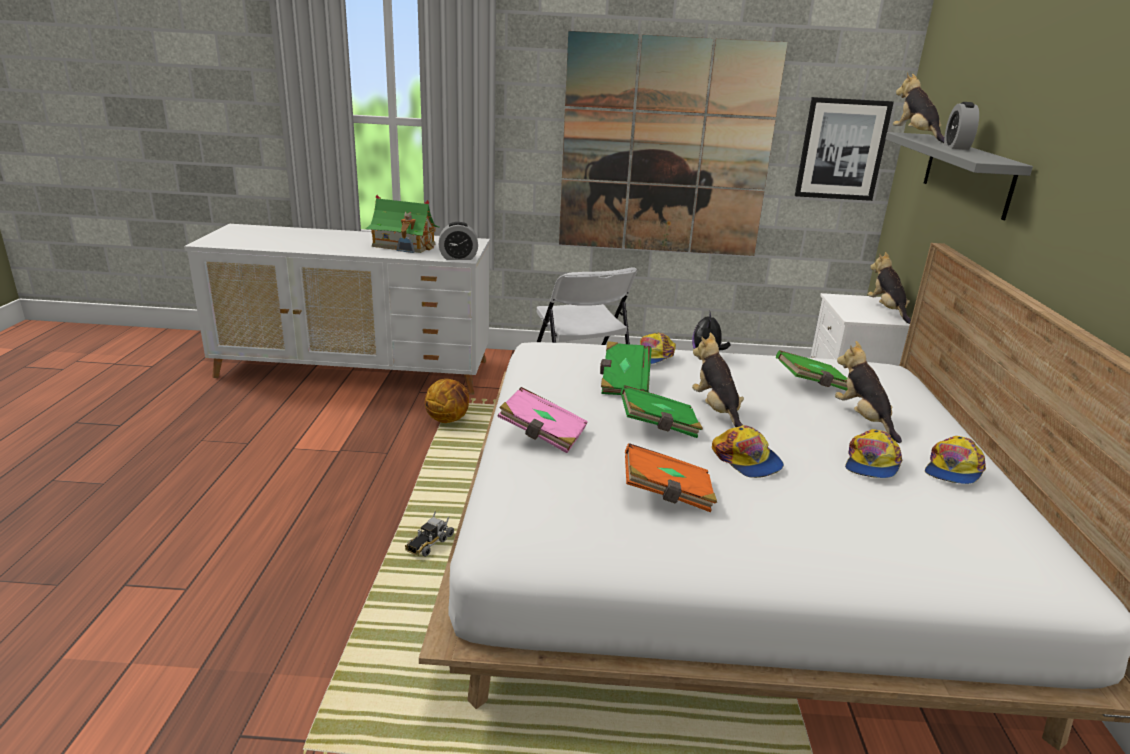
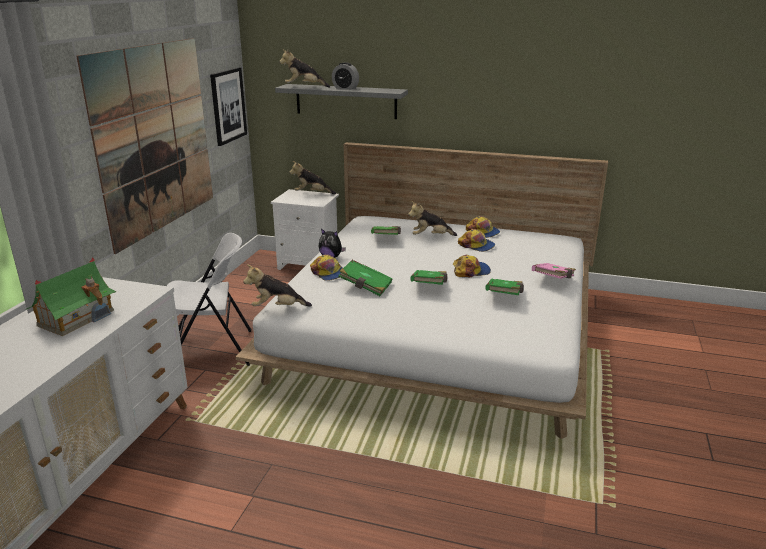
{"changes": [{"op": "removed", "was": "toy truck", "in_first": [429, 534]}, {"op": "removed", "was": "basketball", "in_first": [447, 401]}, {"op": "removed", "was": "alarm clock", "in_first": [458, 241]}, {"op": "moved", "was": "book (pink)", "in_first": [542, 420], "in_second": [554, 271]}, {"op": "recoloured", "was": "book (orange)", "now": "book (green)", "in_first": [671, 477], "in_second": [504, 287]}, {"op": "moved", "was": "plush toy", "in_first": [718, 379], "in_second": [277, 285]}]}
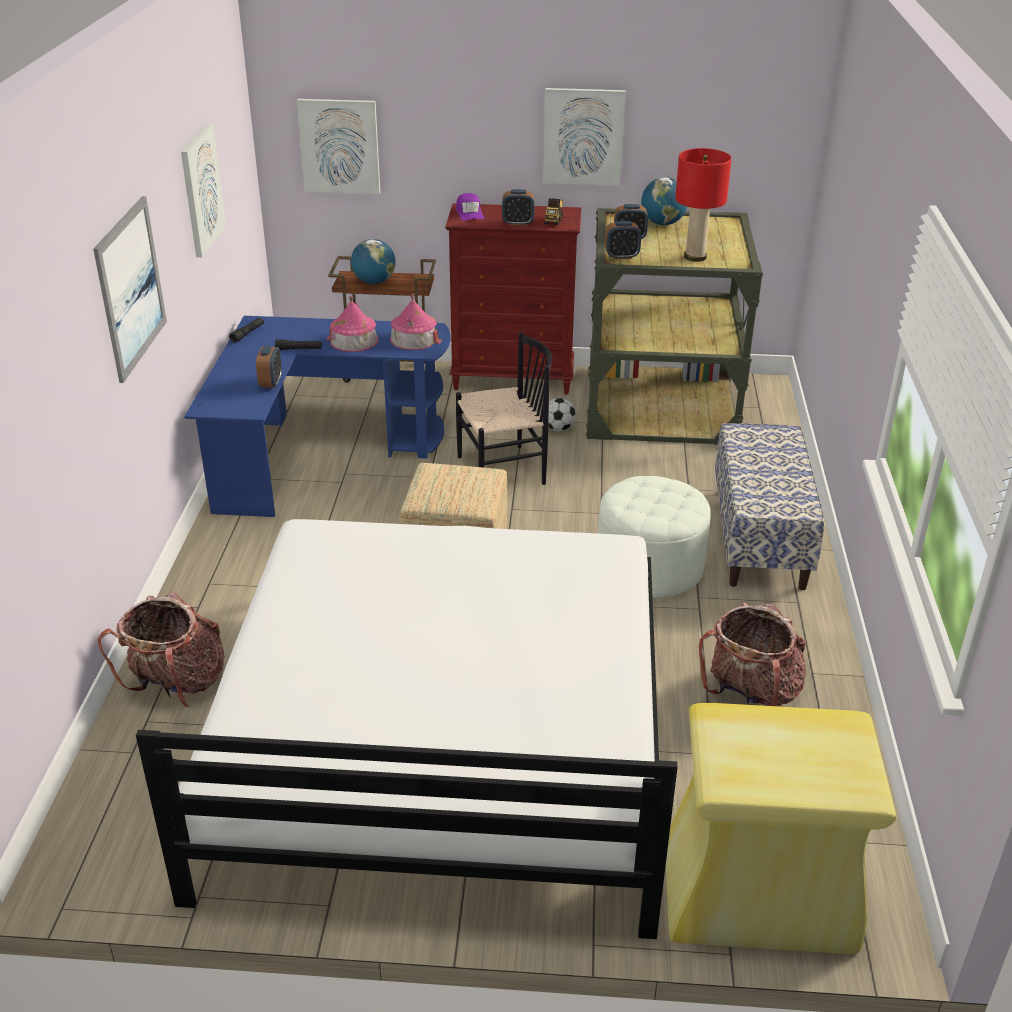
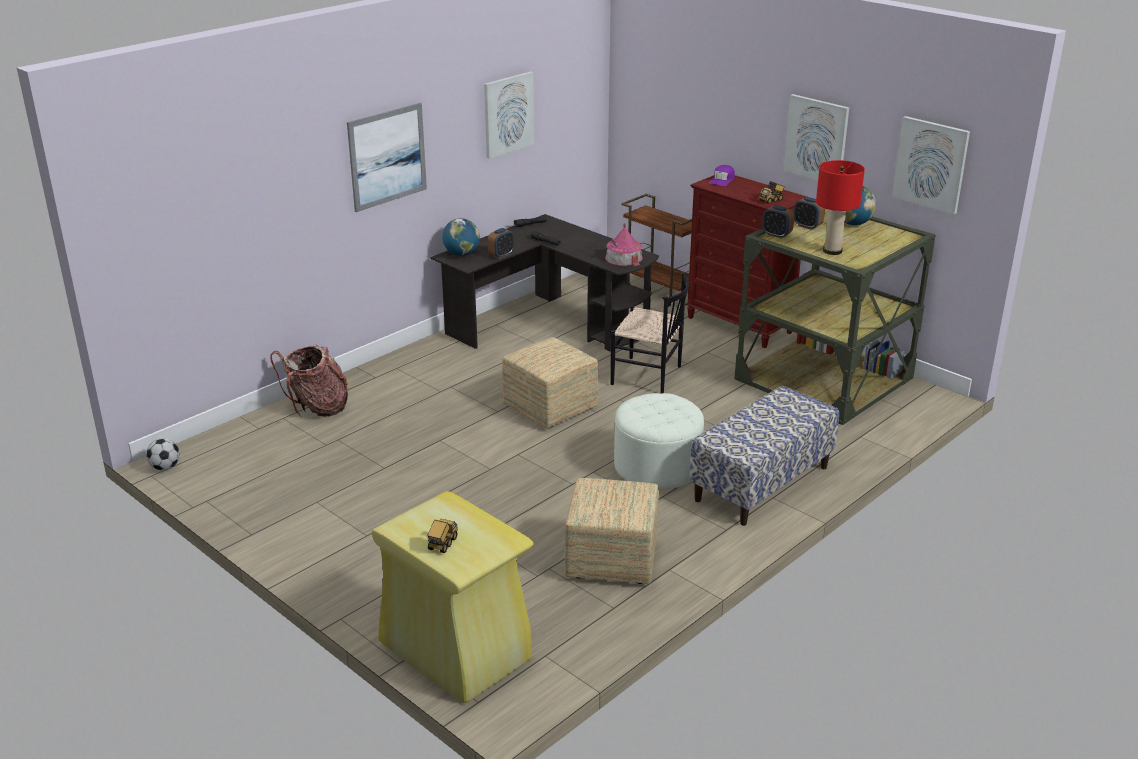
{"changes": [{"op": "removed", "was": "bed (white)", "in_first": [406, 729]}, {"op": "recoloured", "was": "desk (blue)", "now": "desk (black)", "in_first": [317, 416], "in_second": [544, 282]}, {"op": "moved", "was": "picture", "in_first": [338, 146], "in_second": [931, 165]}, {"op": "removed", "was": "toy house", "in_first": [352, 324]}, {"op": "moved", "was": "globe", "in_first": [373, 261], "in_second": [461, 237]}, {"op": "removed", "was": "alarm clock", "in_first": [518, 207]}, {"op": "moved", "was": "football", "in_first": [562, 414], "in_second": [163, 454]}, {"op": "replaced", "was": "backpack", "now": "ottoman", "in_first": [752, 654], "in_second": [612, 531]}, {"op": "added", "now": "toy truck", "in_second": [442, 536]}]}
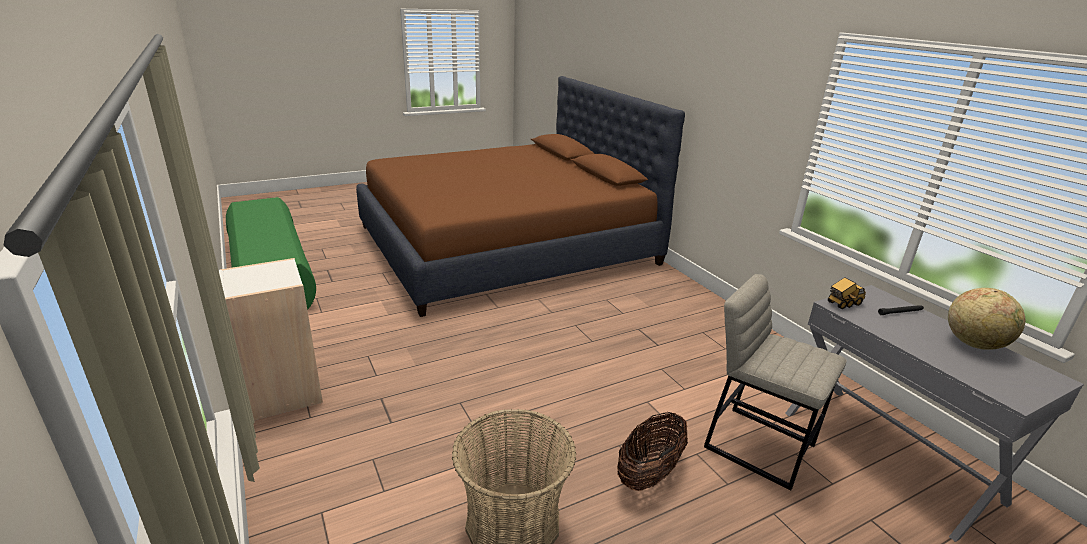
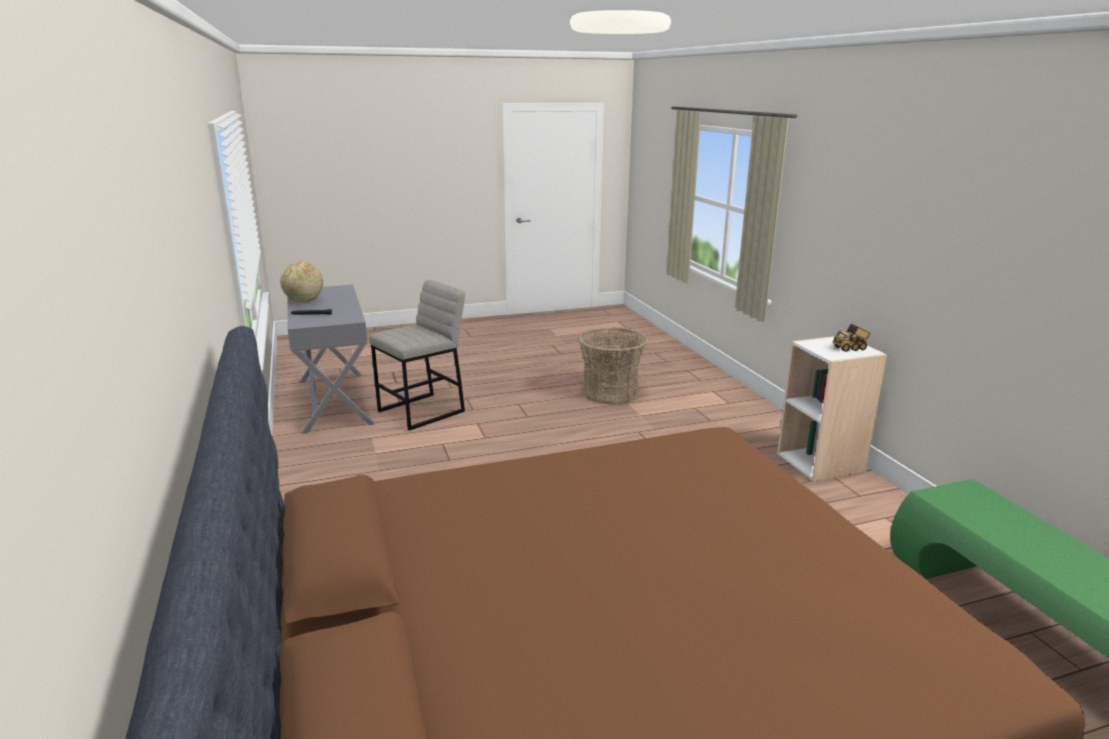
{"changes": [{"op": "removed", "was": "basket", "in_first": [652, 451]}, {"op": "turned", "was": "chair (grey)", "in_first": [775, 382], "in_second": [417, 355], "clockwise": -90}, {"op": "moved", "was": "toy truck", "in_first": [847, 293], "in_second": [852, 338]}]}
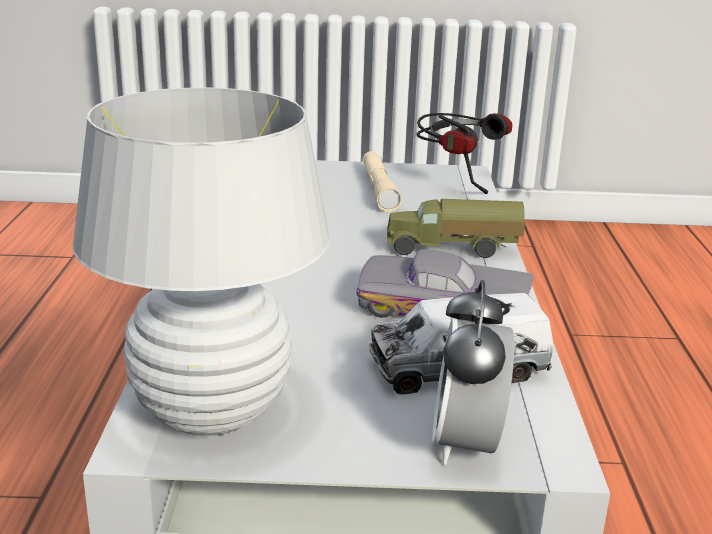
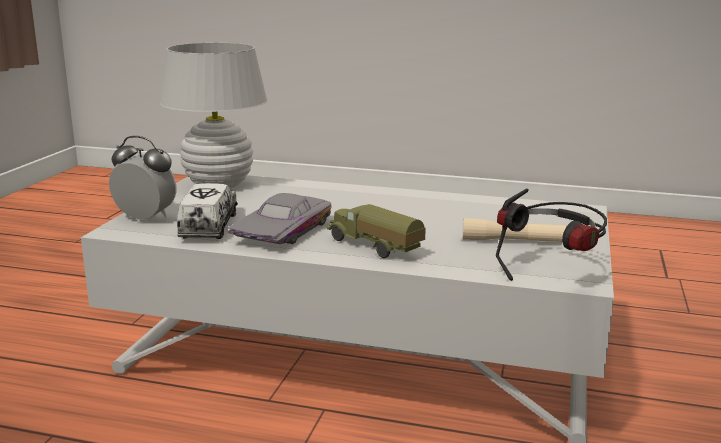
{"changes": [{"op": "turned", "was": "toy truck", "in_first": [456, 228], "in_second": [376, 231], "clockwise": -60}]}
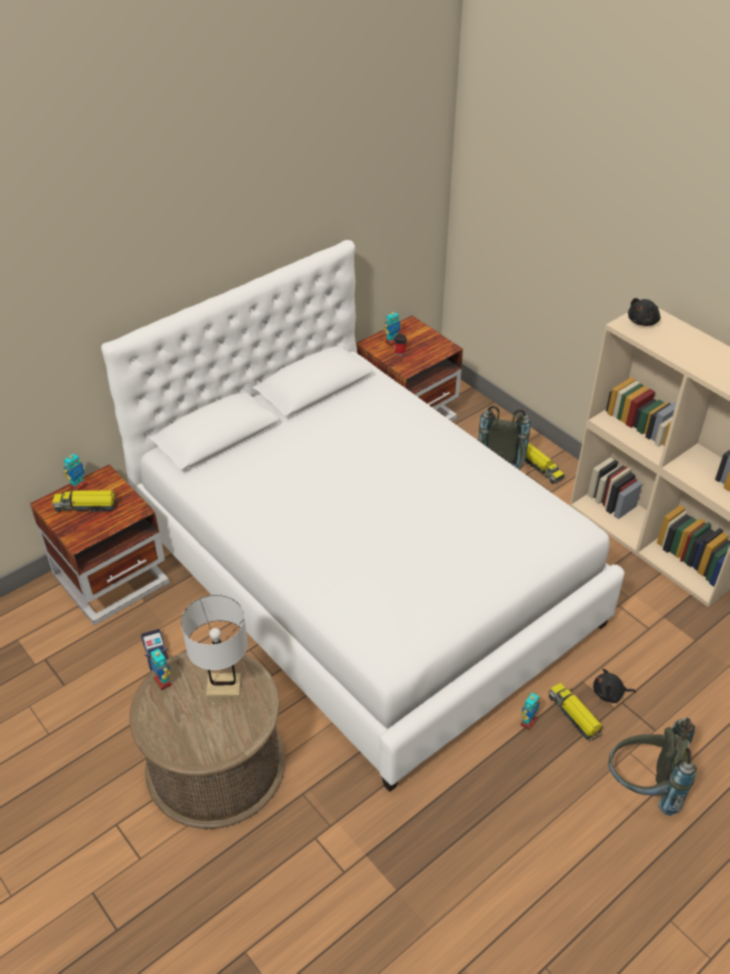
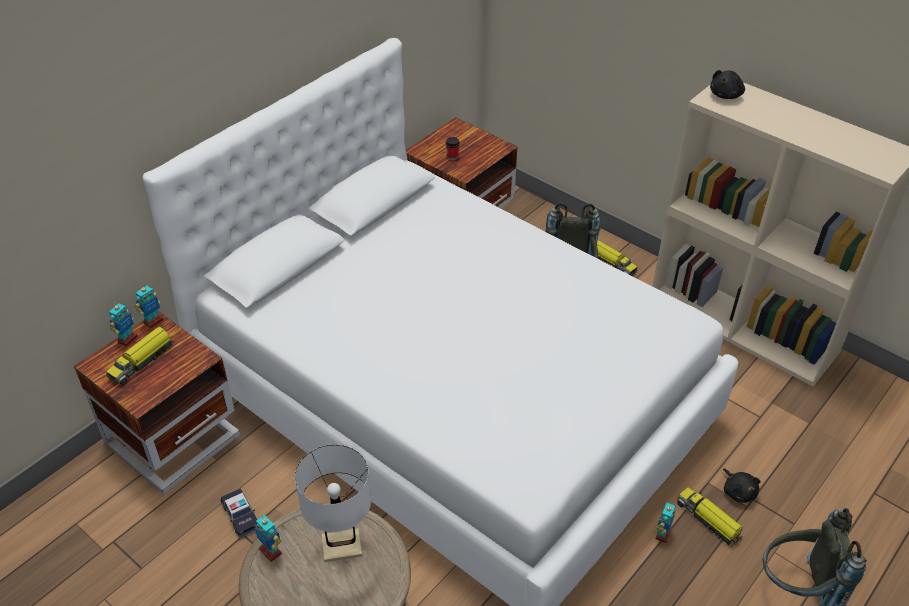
{"changes": [{"op": "turned", "was": "toy truck", "in_first": [85, 501], "in_second": [140, 355], "clockwise": -45}, {"op": "moved", "was": "toy robot", "in_first": [392, 328], "in_second": [149, 306]}, {"op": "turned", "was": "plush toy (black)", "in_first": [614, 685], "in_second": [741, 485], "clockwise": -105}]}
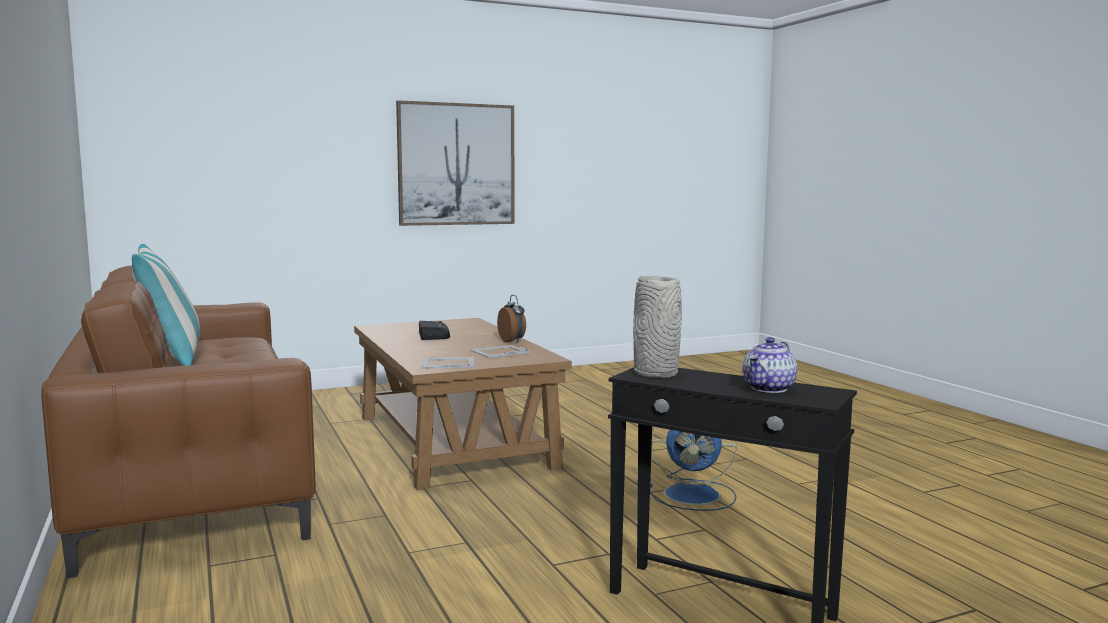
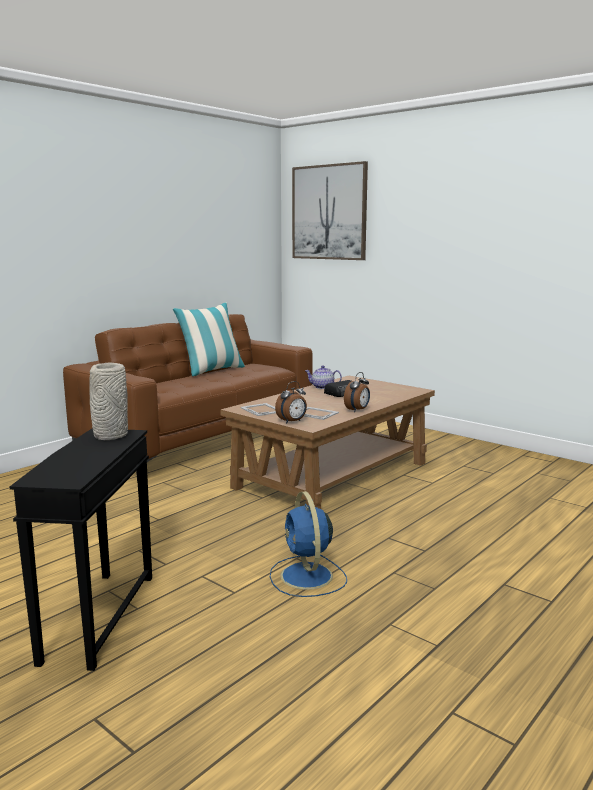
{"changes": [{"op": "moved", "was": "picture", "in_first": [455, 163], "in_second": [330, 210]}, {"op": "moved", "was": "teapot", "in_first": [770, 365], "in_second": [323, 377]}, {"op": "added", "now": "alarm clock", "in_second": [291, 402]}]}
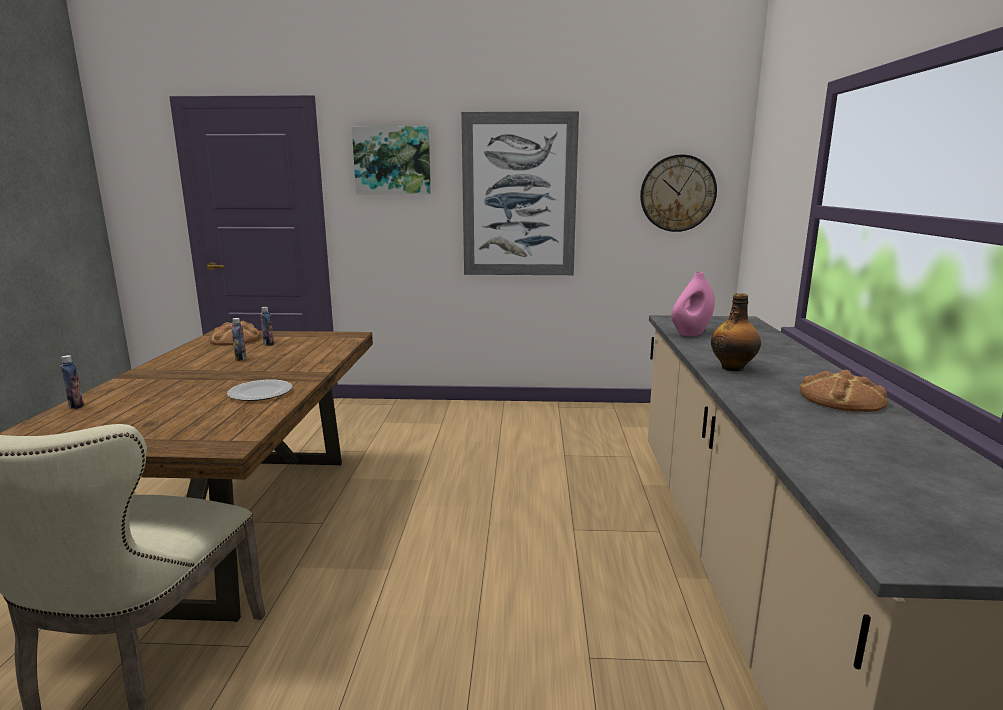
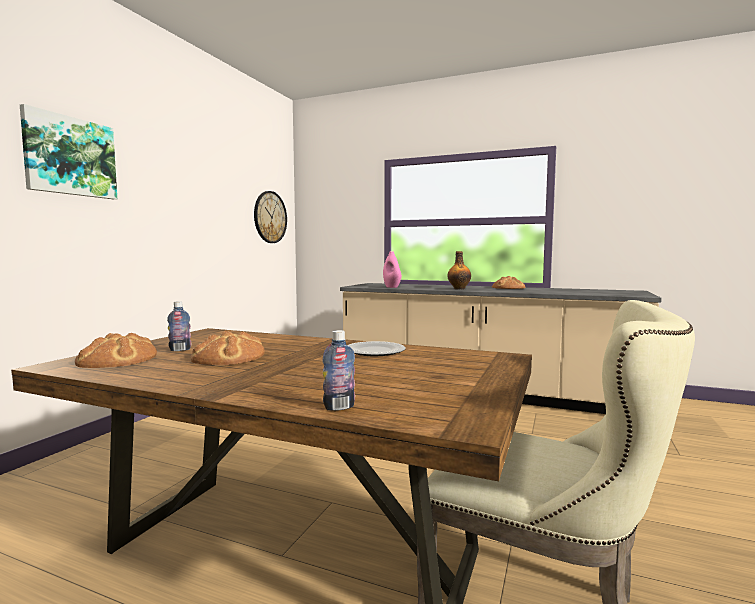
{"changes": [{"op": "replaced", "was": "bottle", "now": "bread", "in_first": [238, 339], "in_second": [228, 348]}, {"op": "removed", "was": "picture", "in_first": [520, 193]}]}
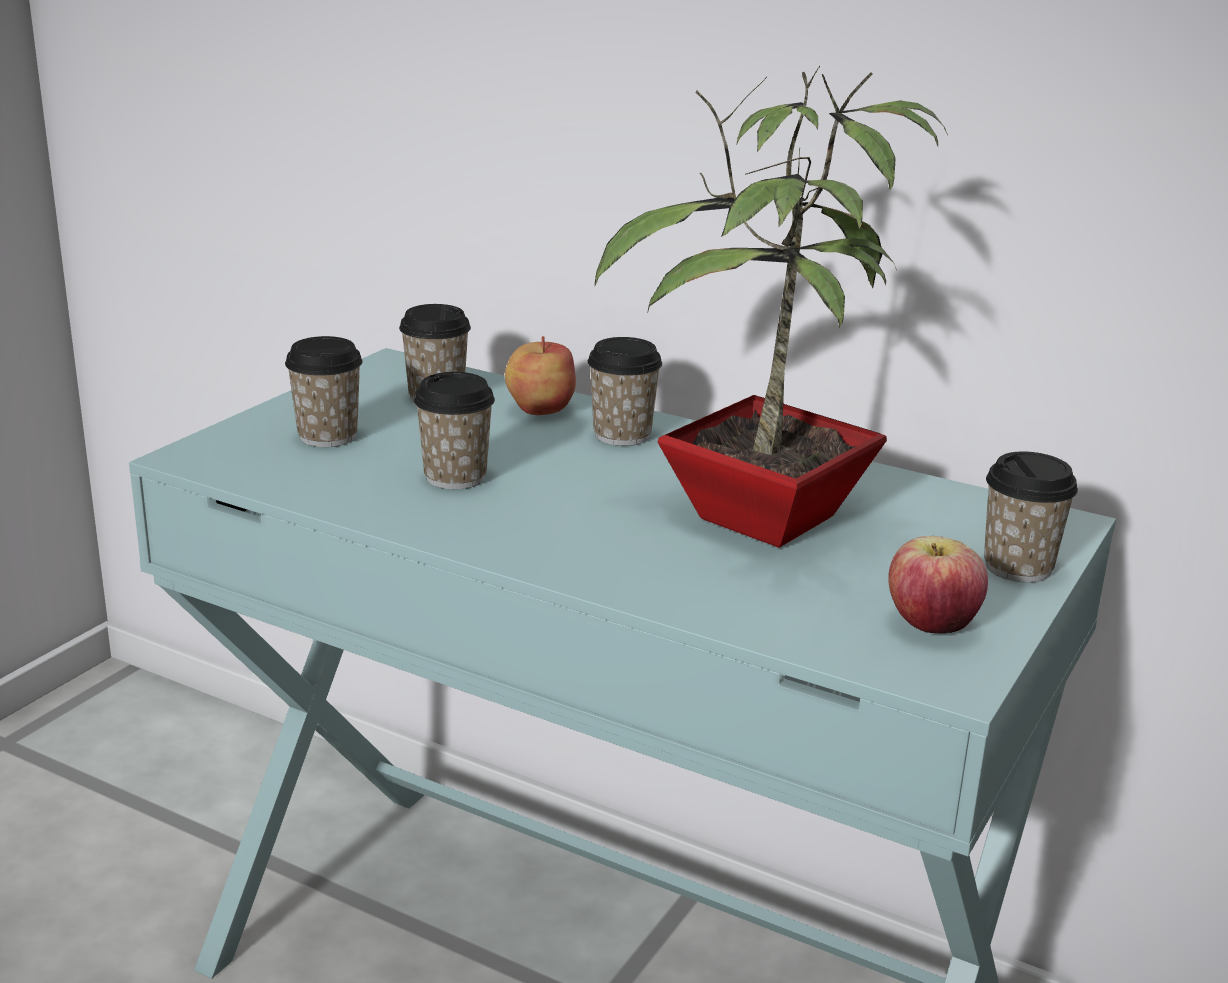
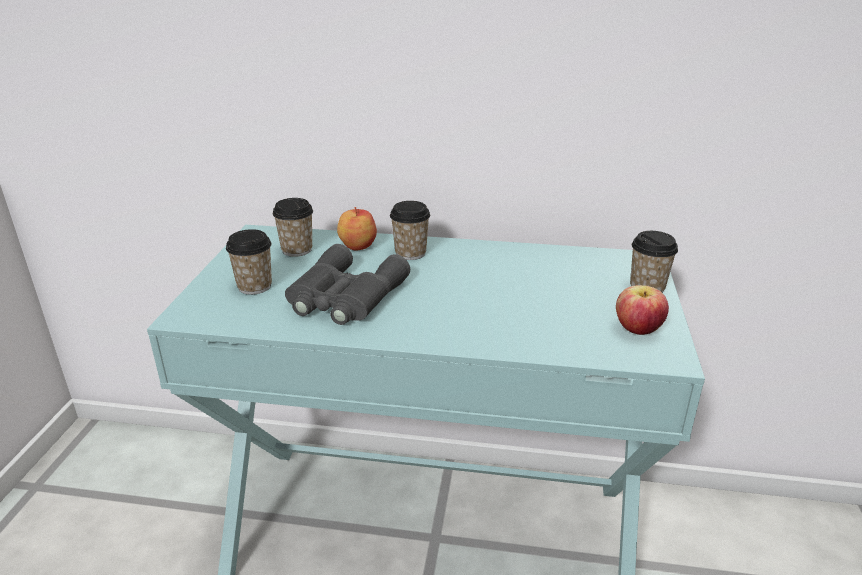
{"changes": [{"op": "replaced", "was": "cup", "now": "binoculars (grey)", "in_first": [454, 430], "in_second": [347, 284]}, {"op": "removed", "was": "potted plant", "in_first": [771, 307]}]}
